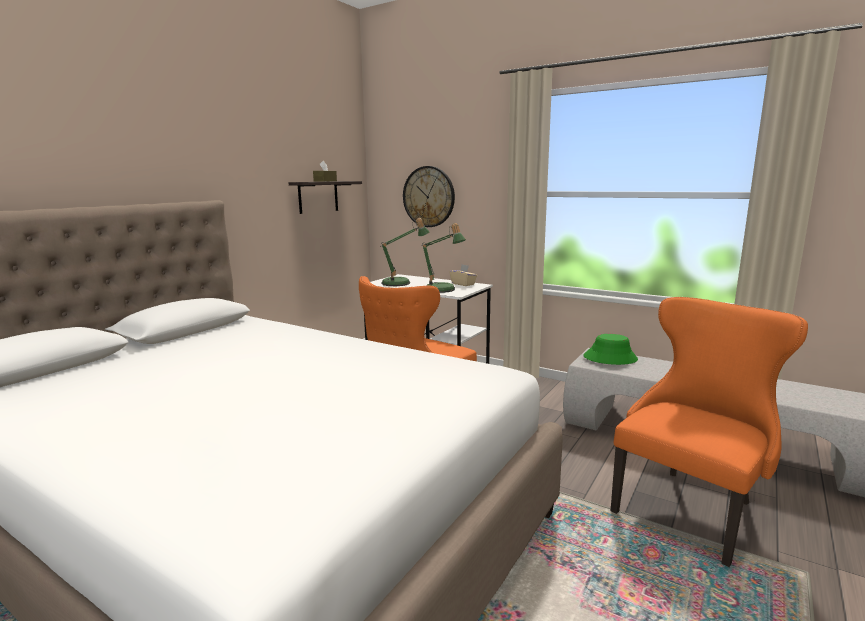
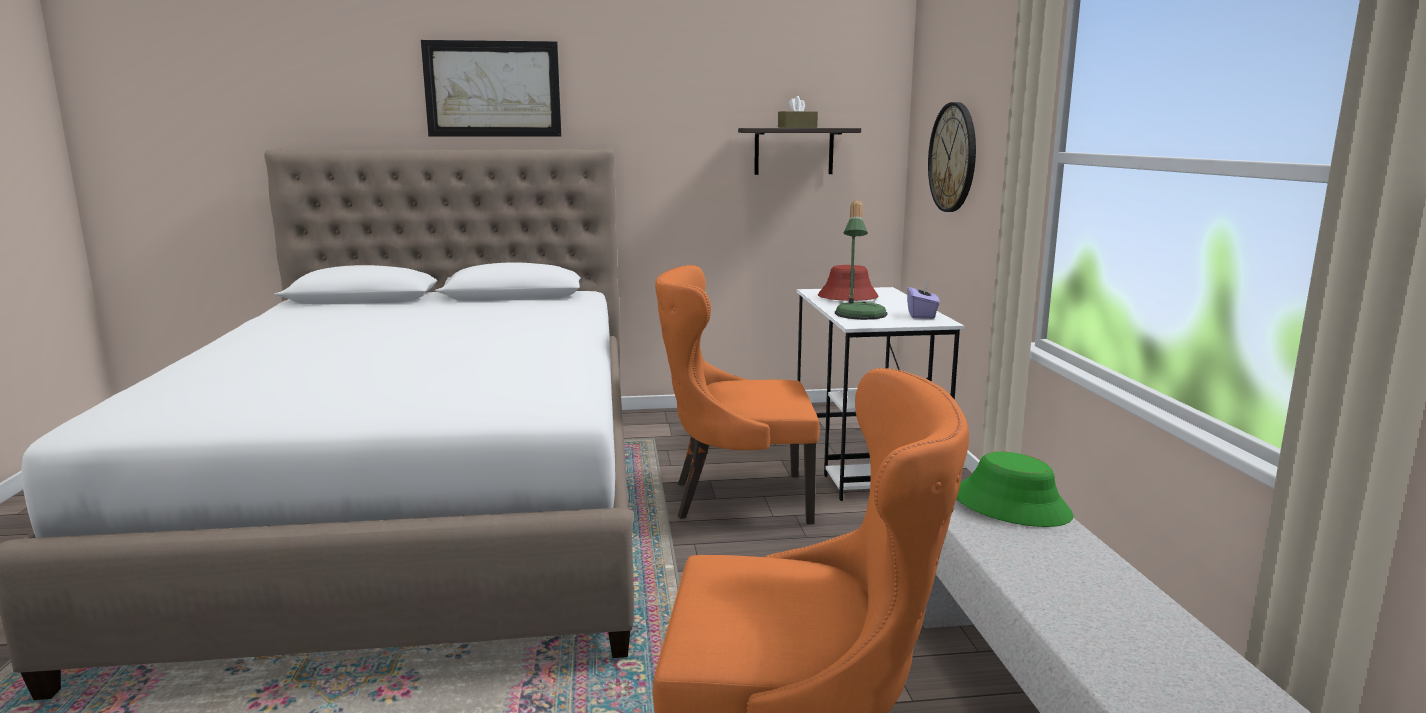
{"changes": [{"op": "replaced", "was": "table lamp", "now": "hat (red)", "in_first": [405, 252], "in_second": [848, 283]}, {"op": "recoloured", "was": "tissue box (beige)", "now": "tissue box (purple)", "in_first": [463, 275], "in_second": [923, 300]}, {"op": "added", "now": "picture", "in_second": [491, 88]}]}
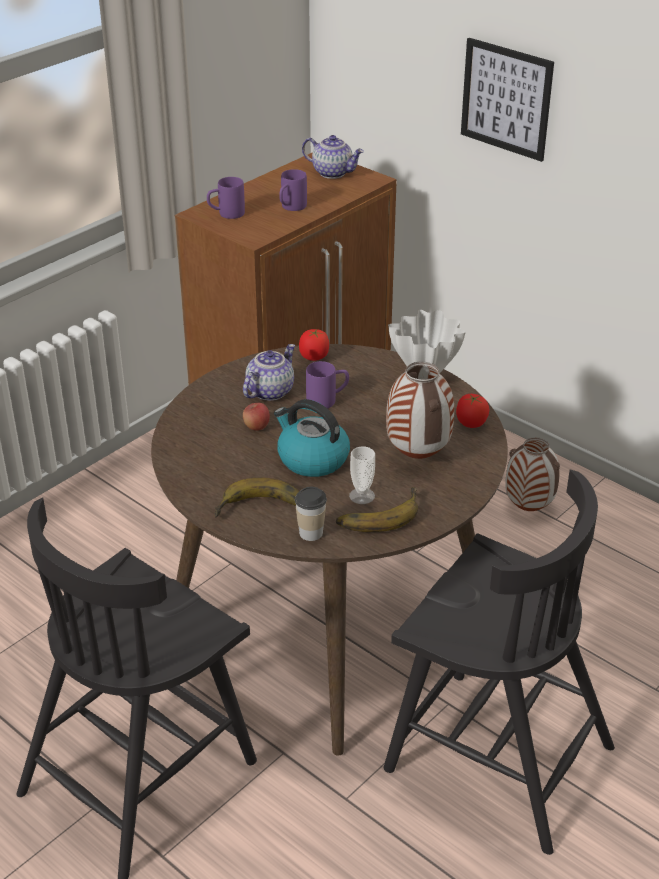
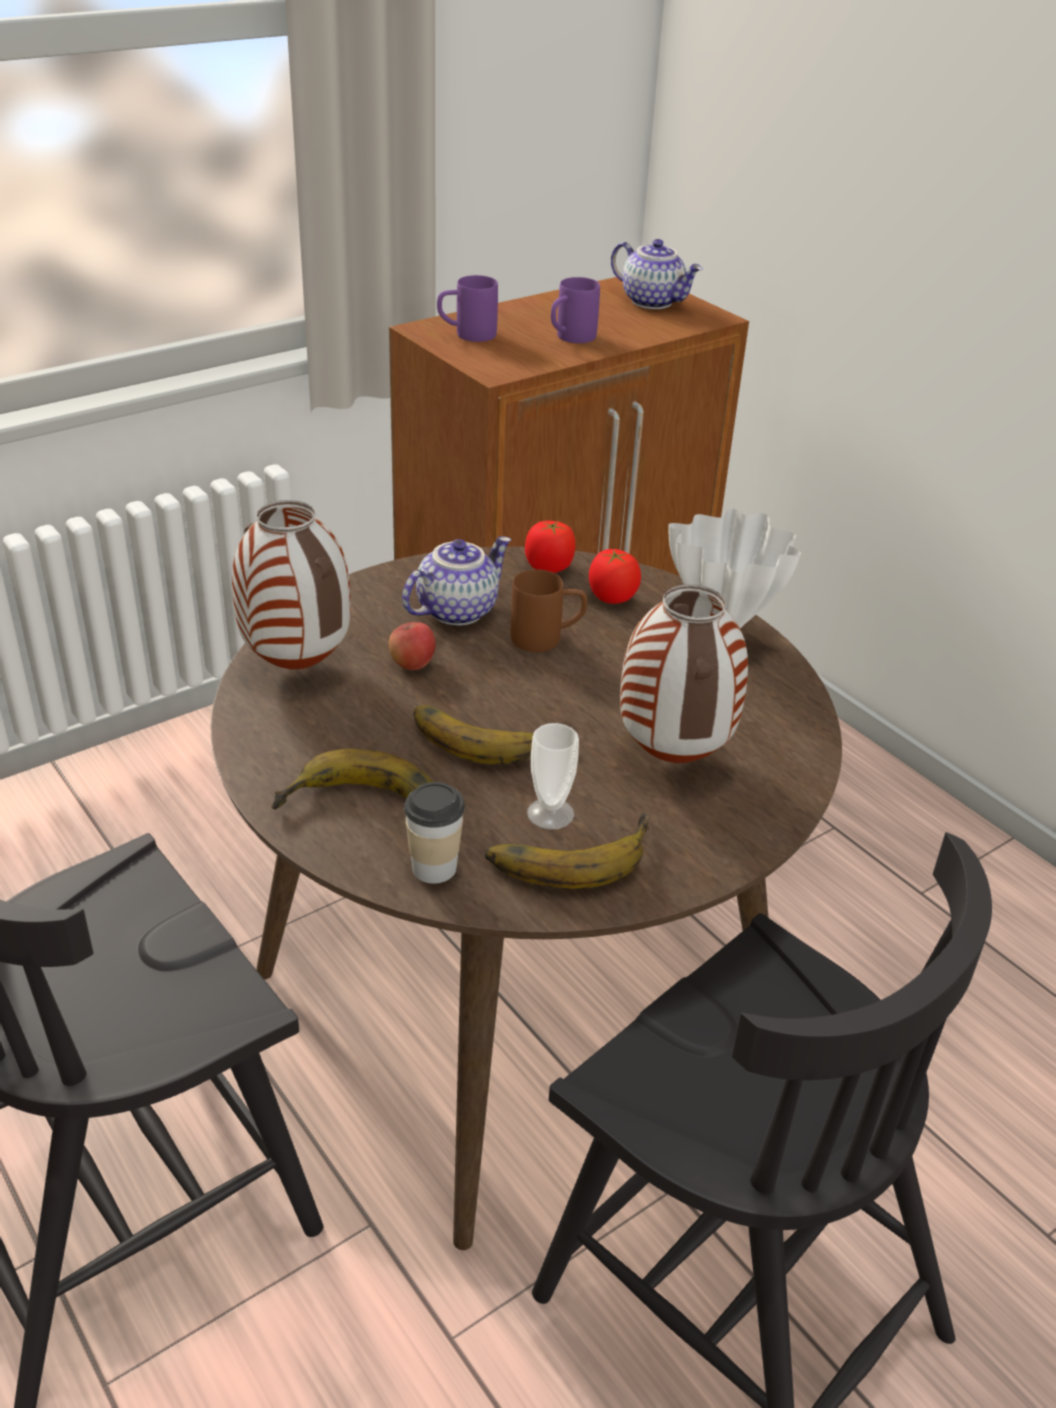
{"changes": [{"op": "replaced", "was": "kettle", "now": "banana", "in_first": [312, 438], "in_second": [489, 734]}, {"op": "recoloured", "was": "mug (purple)", "now": "mug (brown)", "in_first": [327, 385], "in_second": [549, 610]}, {"op": "moved", "was": "tomato", "in_first": [472, 411], "in_second": [615, 576]}, {"op": "removed", "was": "picture", "in_first": [507, 100]}, {"op": "moved", "was": "vase", "in_first": [532, 474], "in_second": [291, 584]}]}
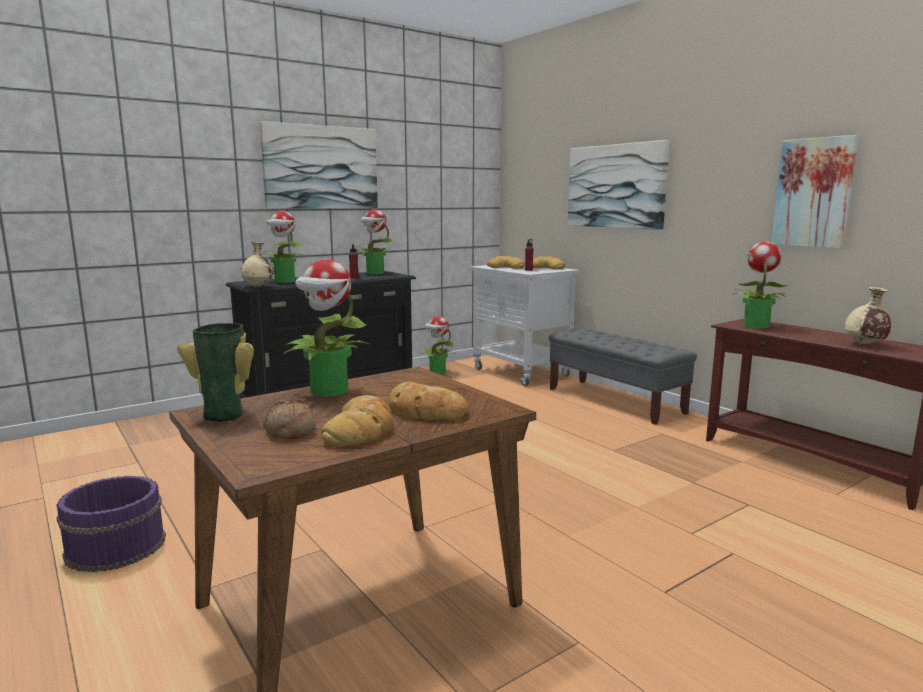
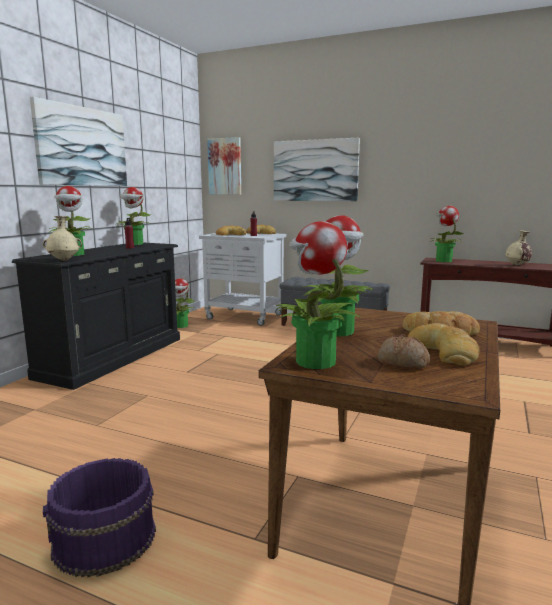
{"changes": [{"op": "replaced", "was": "vase", "now": "potted plant", "in_first": [215, 372], "in_second": [319, 295]}, {"op": "moved", "was": "picture", "in_first": [815, 192], "in_second": [224, 166]}]}
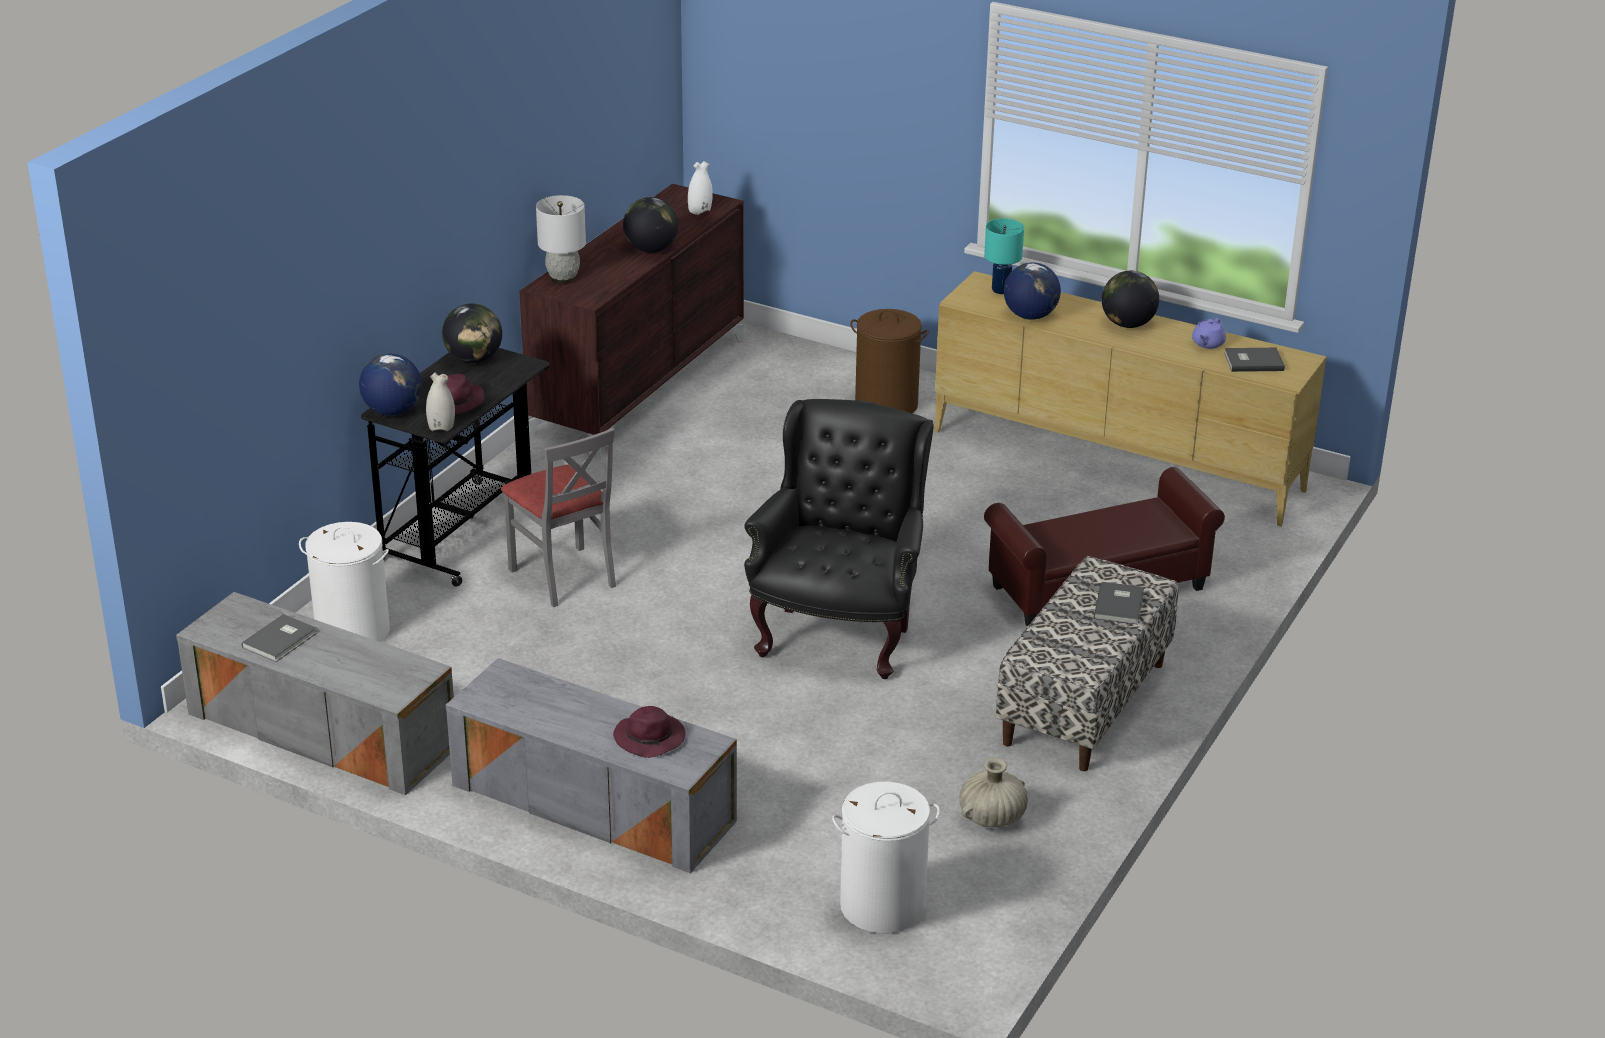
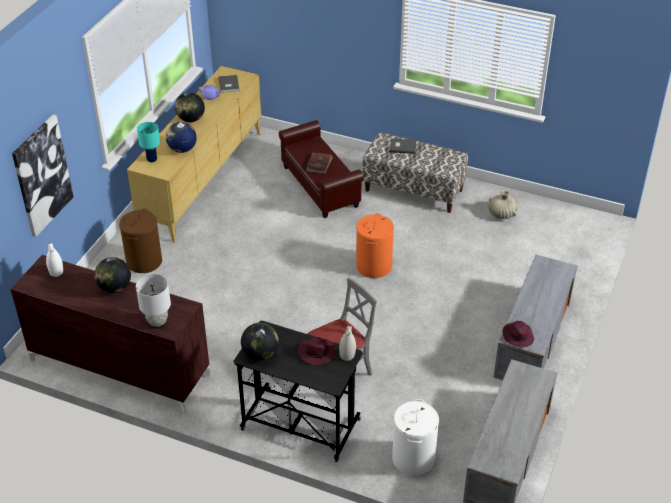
{"changes": [{"op": "removed", "was": "book (grey)", "in_first": [279, 638]}, {"op": "removed", "was": "globe", "in_first": [390, 385]}, {"op": "moved", "was": "hat (purple)", "in_first": [649, 732], "in_second": [518, 334]}, {"op": "replaced", "was": "armchair (black)", "now": "laundry basket (orange)", "in_first": [839, 539], "in_second": [375, 245]}, {"op": "removed", "was": "laundry basket (white)", "in_first": [886, 858]}, {"op": "added", "now": "picture", "in_second": [42, 175]}, {"op": "added", "now": "book (brown)", "in_second": [319, 163]}]}
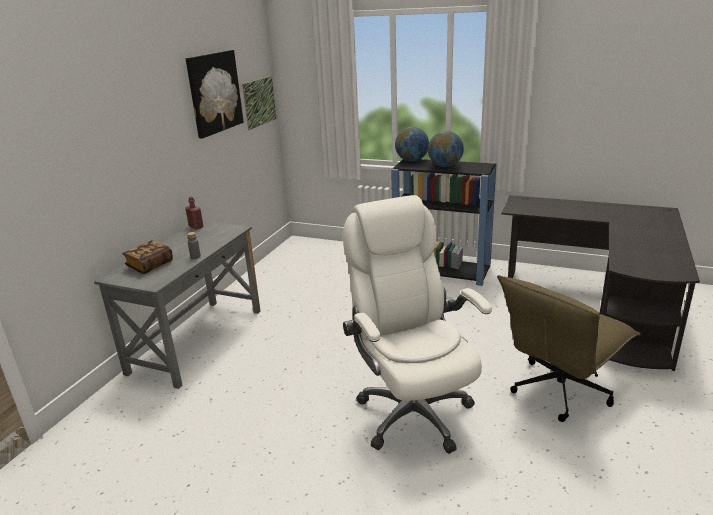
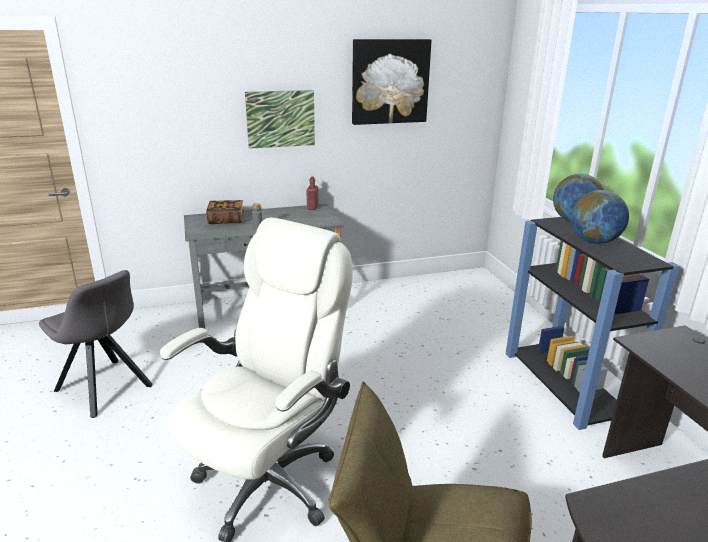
{"changes": [{"op": "moved", "was": "picture", "in_first": [259, 103], "in_second": [280, 119]}, {"op": "added", "now": "chair (grey)", "in_second": [96, 344]}]}
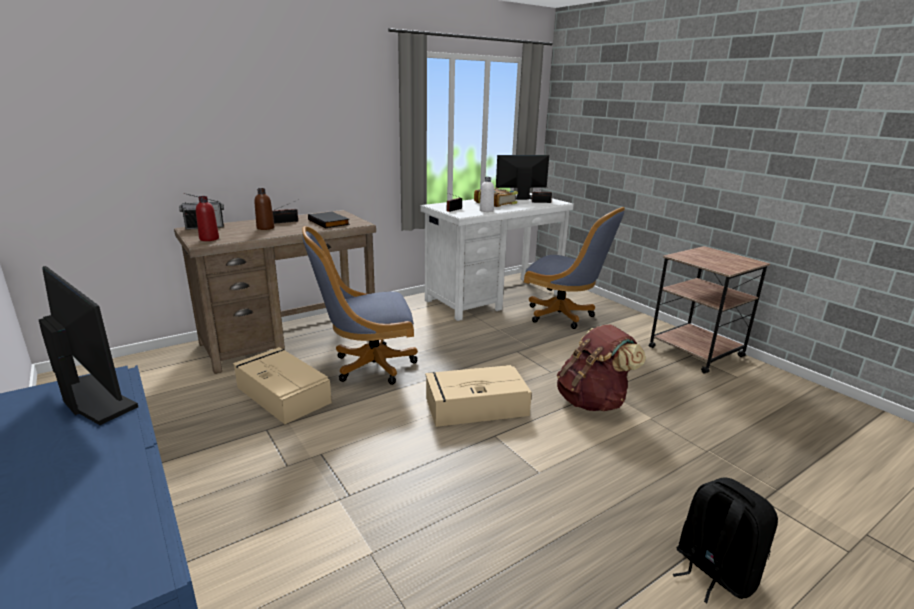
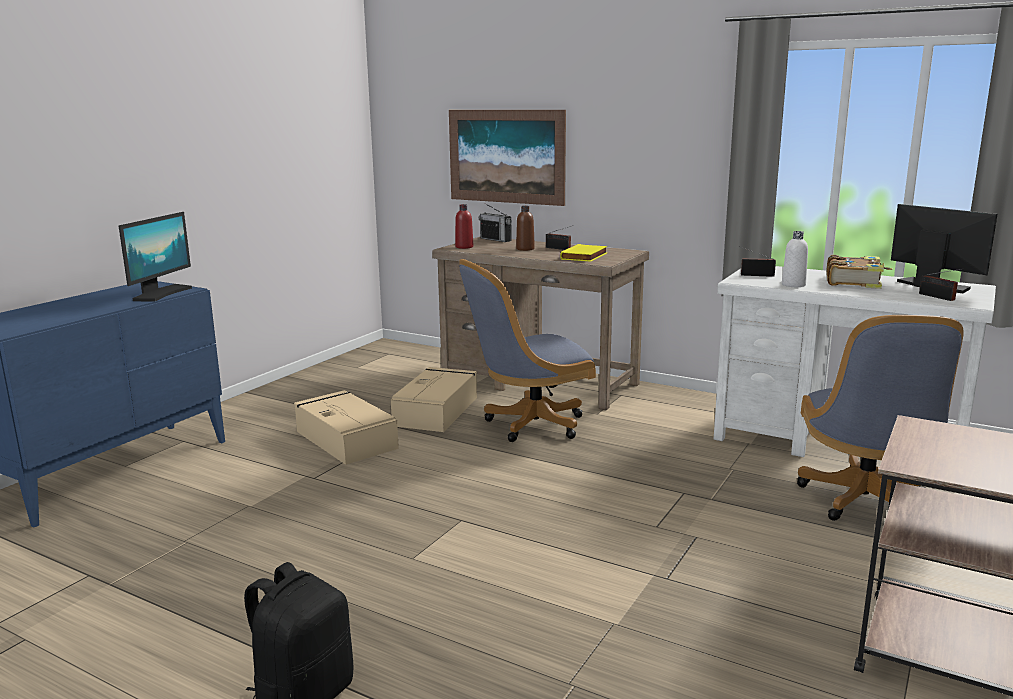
{"changes": [{"op": "turned", "was": "office chair (blue)", "in_first": [360, 305], "in_second": [527, 350], "clockwise": -75}, {"op": "recoloured", "was": "book (black)", "now": "book (yellow)", "in_first": [329, 220], "in_second": [583, 253]}, {"op": "moved", "was": "storage box (beige)", "in_first": [478, 396], "in_second": [346, 427]}, {"op": "removed", "was": "backpack (brown)", "in_first": [601, 367]}, {"op": "added", "now": "picture", "in_second": [507, 158]}]}
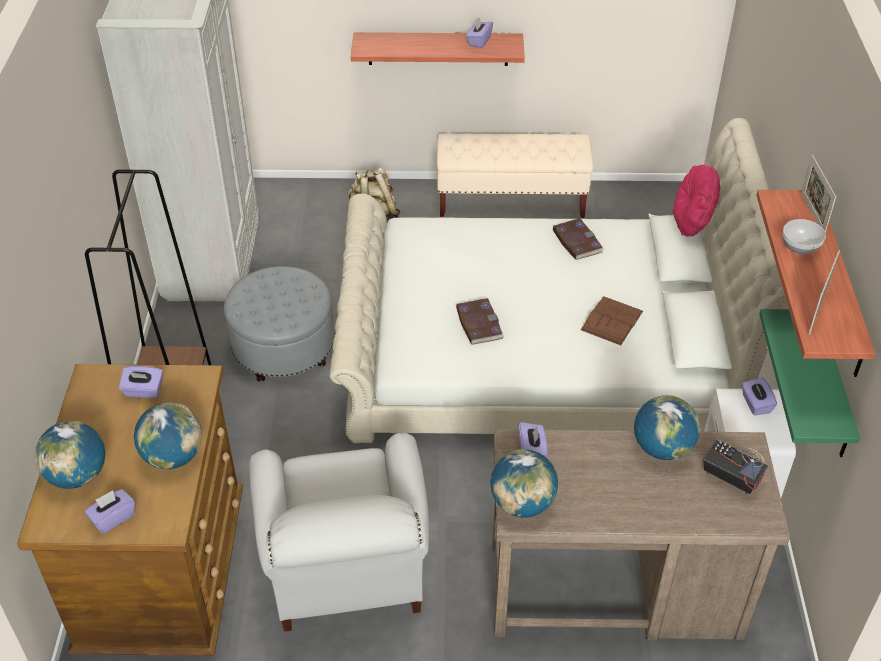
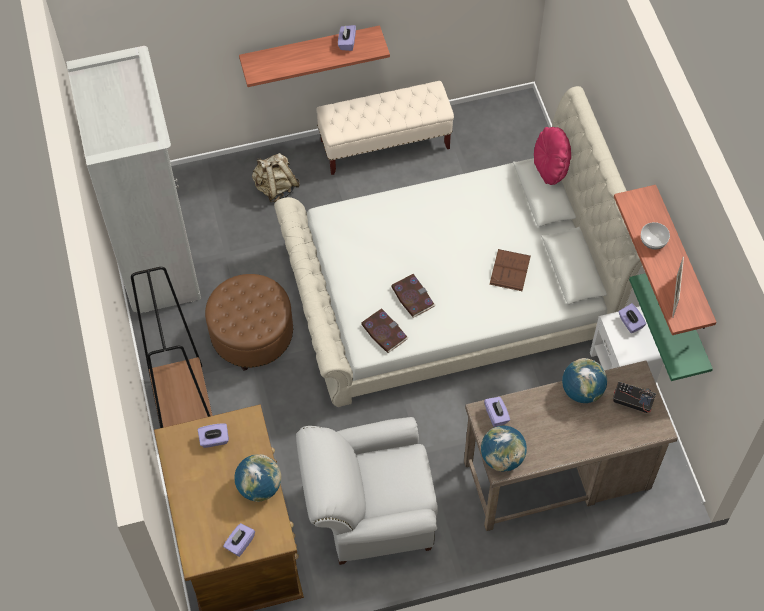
{"changes": [{"op": "removed", "was": "globe", "in_first": [70, 455]}, {"op": "recoloured", "was": "ottoman (grey)", "now": "ottoman (brown)", "in_first": [279, 324], "in_second": [249, 322]}, {"op": "turned", "was": "armchair (white)", "in_first": [339, 532], "in_second": [367, 491], "clockwise": 105}, {"op": "moved", "was": "book", "in_first": [578, 239], "in_second": [385, 330]}, {"op": "removed", "was": "picture frame", "in_first": [818, 194]}]}
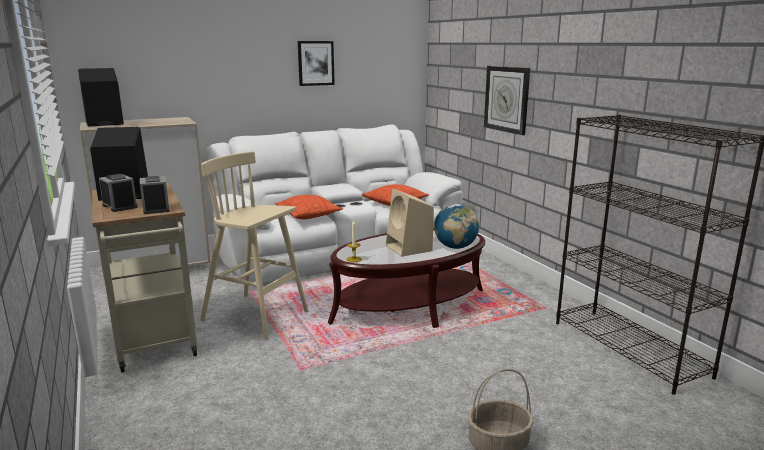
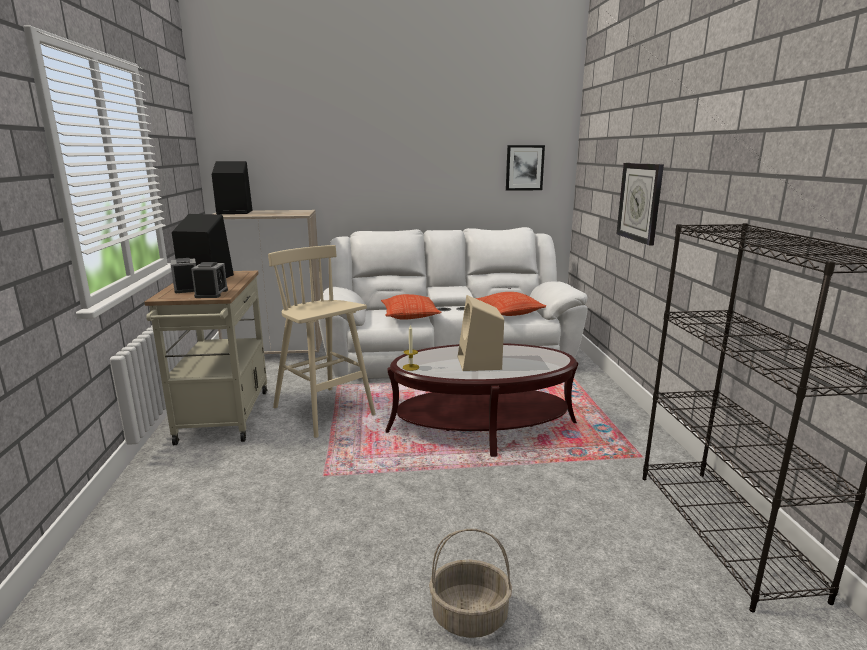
{"changes": [{"op": "moved", "was": "picture", "in_first": [316, 63], "in_second": [525, 168]}, {"op": "removed", "was": "globe", "in_first": [456, 226]}]}
